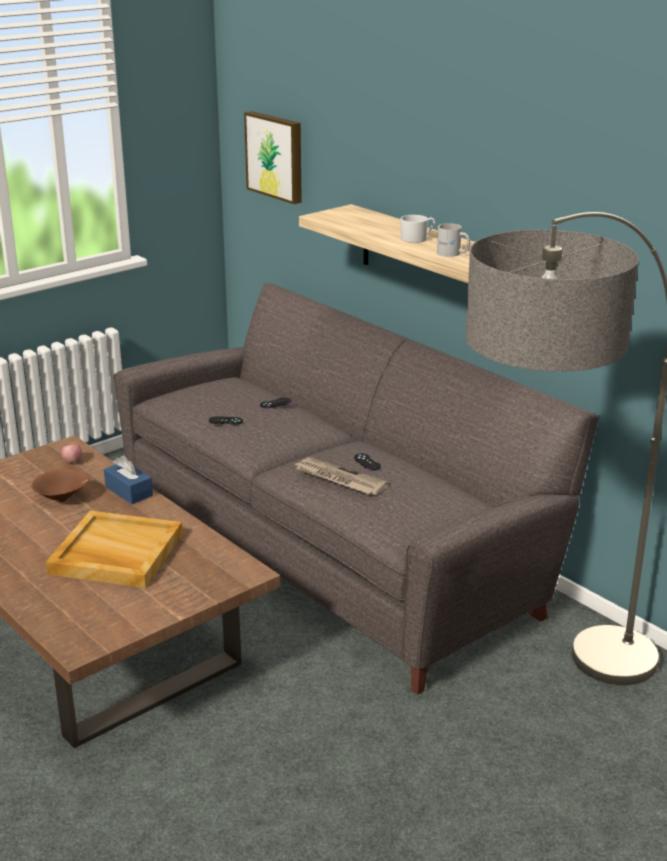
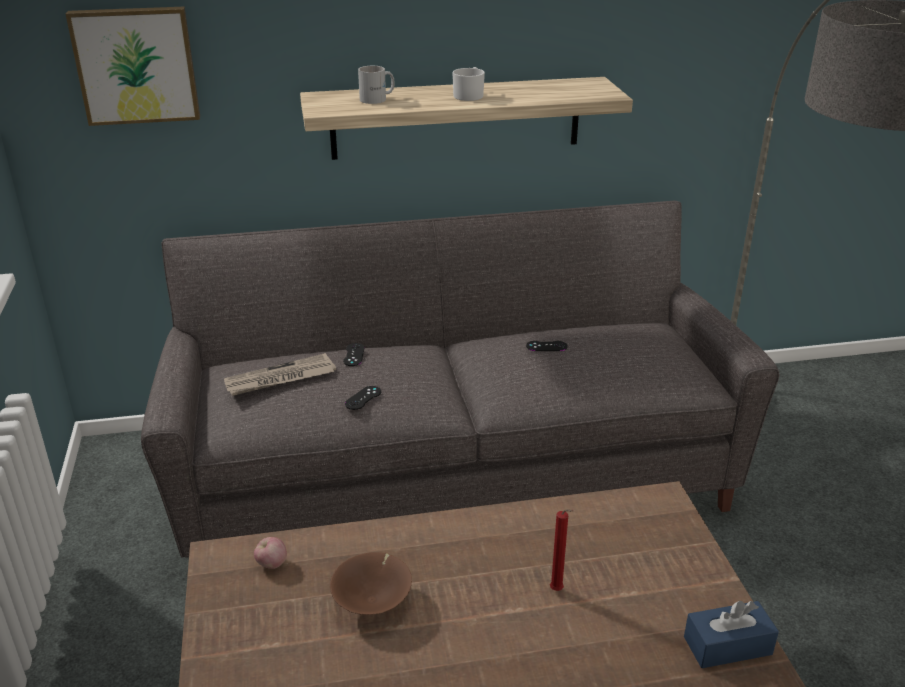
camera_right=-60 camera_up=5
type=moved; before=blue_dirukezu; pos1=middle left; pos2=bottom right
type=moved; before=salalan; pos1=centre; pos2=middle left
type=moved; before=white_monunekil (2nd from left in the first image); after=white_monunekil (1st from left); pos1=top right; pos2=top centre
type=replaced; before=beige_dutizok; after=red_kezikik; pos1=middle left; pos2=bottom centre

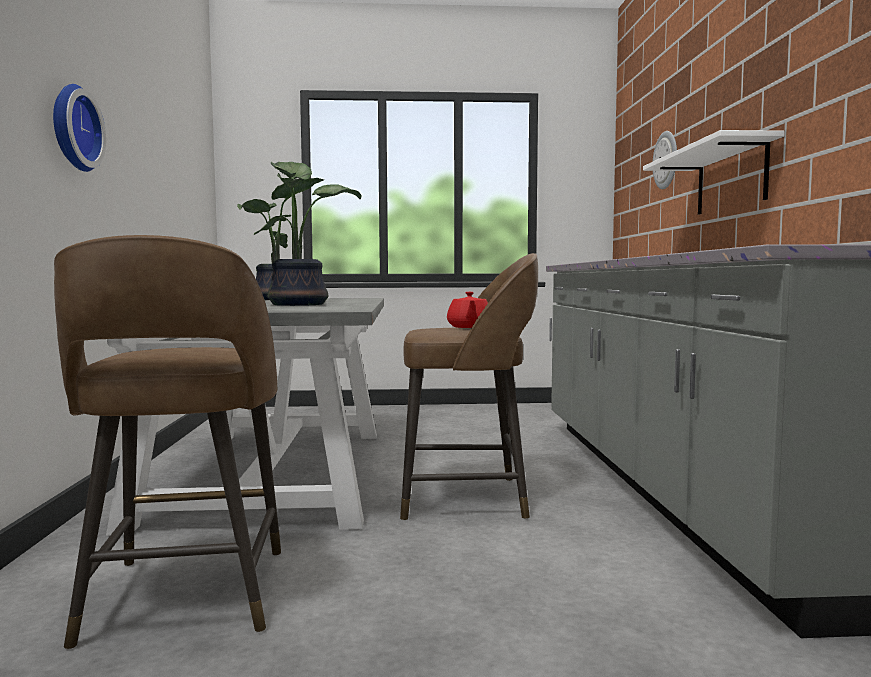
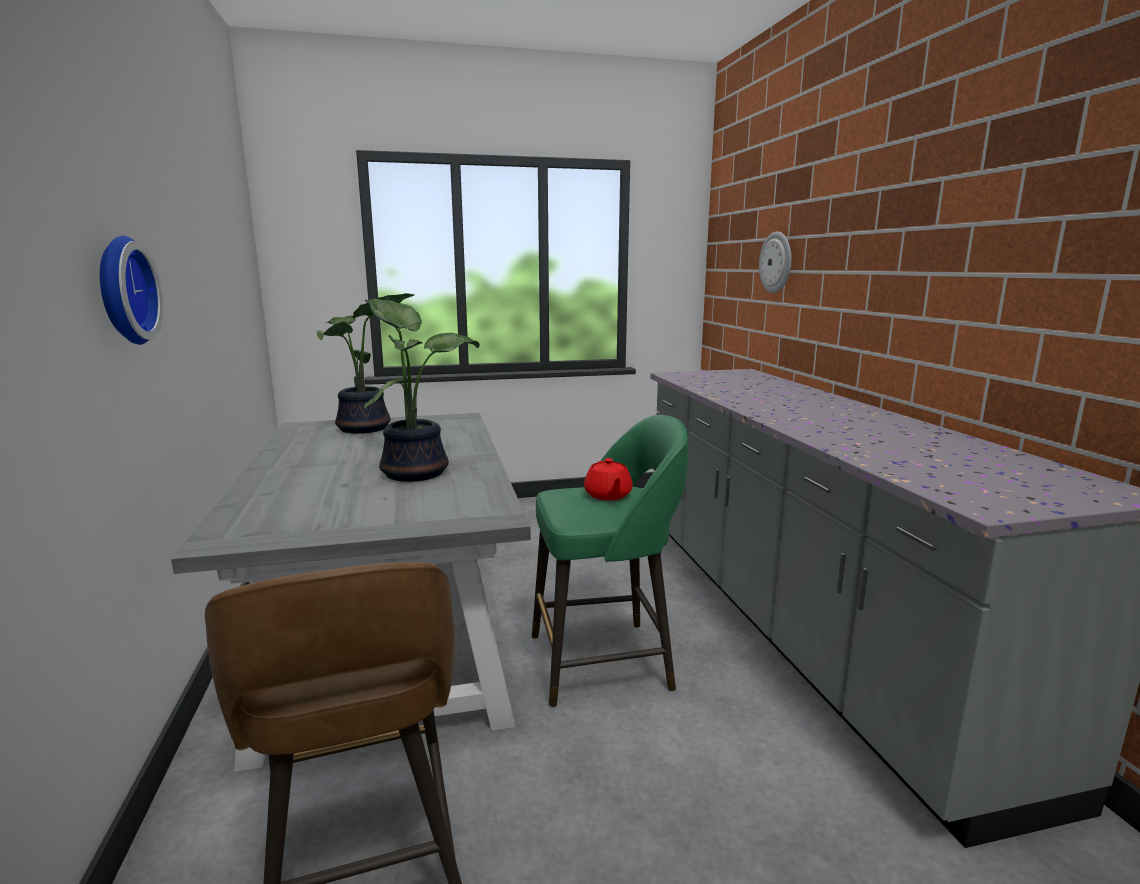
camera_right=-10 camera_up=10
type=removed; before=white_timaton; pos1=top right
type=recoloured; before=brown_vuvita (2nd from left); after=green_vuvita; pos1=centre; pos2=centre

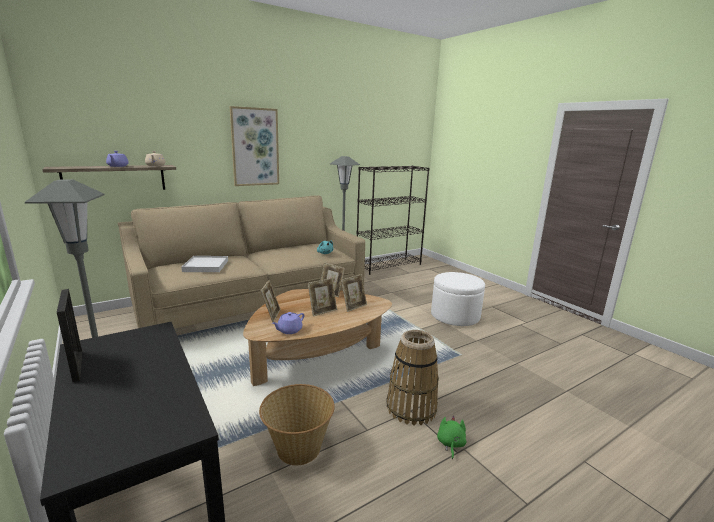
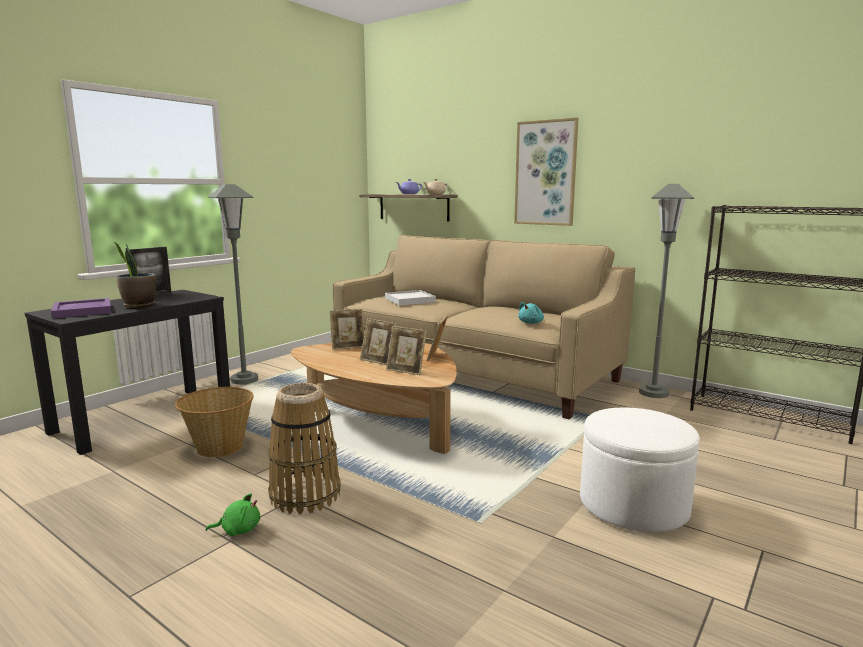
camera_right=70 camera_up=-5
type=removed; before=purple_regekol (2nd from left); pos1=centre
type=added; after=purple_dutizok; pos2=middle left
type=added; after=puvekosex; pos2=middle left

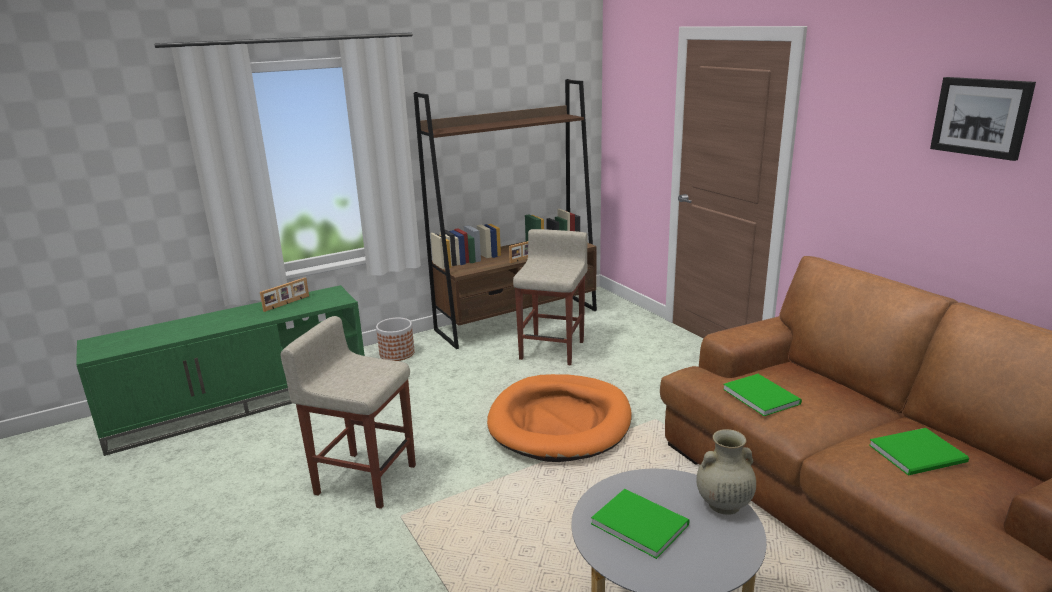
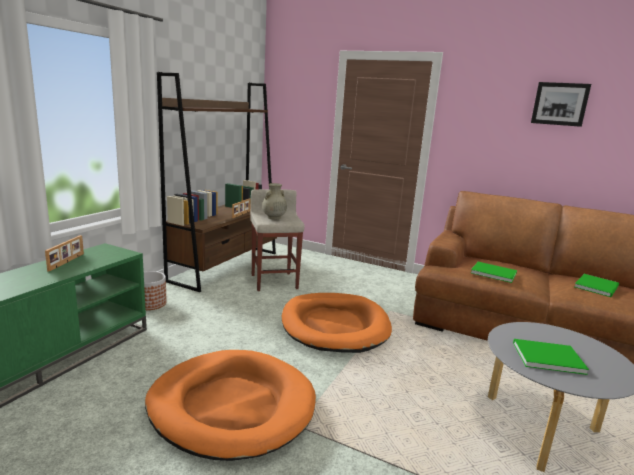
camera_right=-35 camera_up=-5
type=moved; before=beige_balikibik; pos1=bottom right; pos2=centre
type=replaced; before=beige_vuvita (1st from left); after=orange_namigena (1st from left); pos1=bottom left; pos2=bottom centre

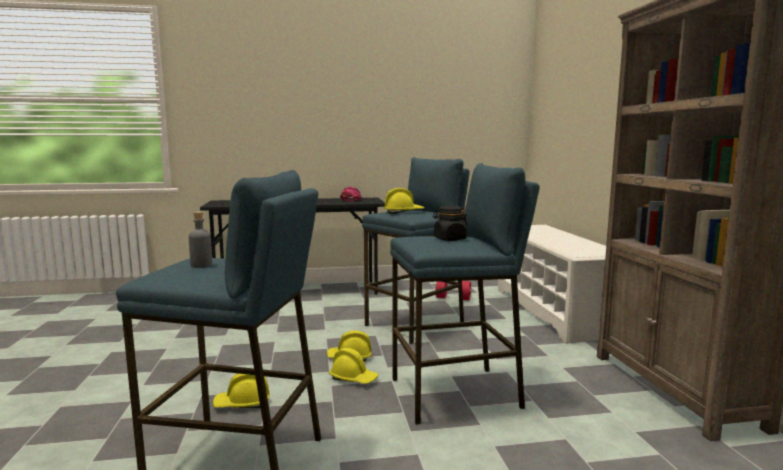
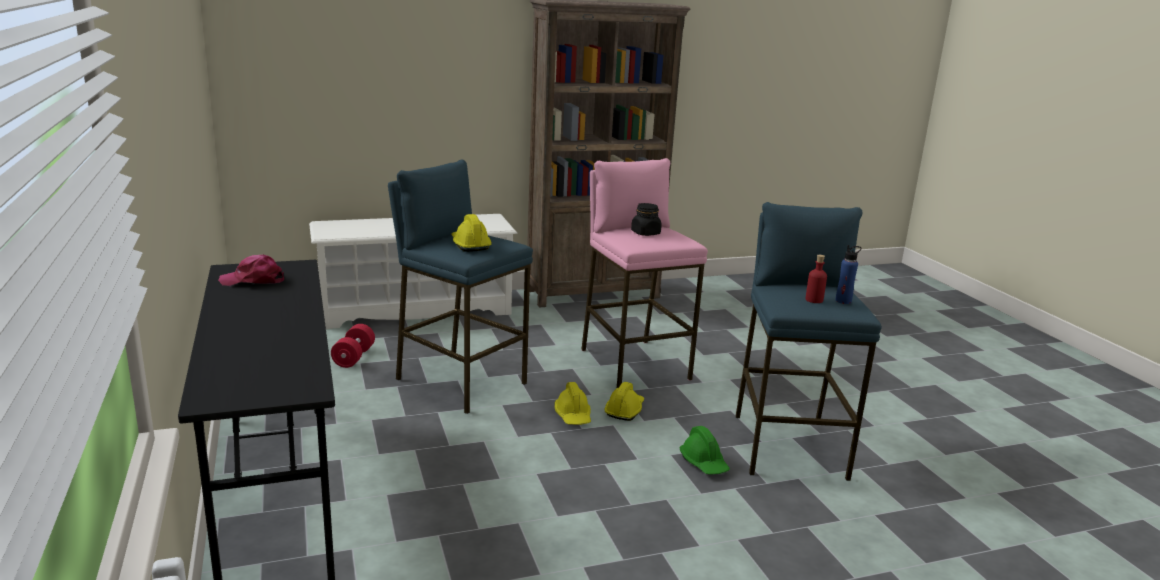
camera_right=-100 camera_up=10
type=added; after=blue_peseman; pos2=middle right
type=recoloured; before=grey_peseman; after=red_peseman; pos1=middle left; pos2=middle right
type=recoloured; before=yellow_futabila (1st from left); after=green_futabila; pos1=bottom left; pos2=bottom centre
type=recoloured; before=blue_vuvita (3rd from left); after=pink_vuvita; pos1=centre; pos2=centre

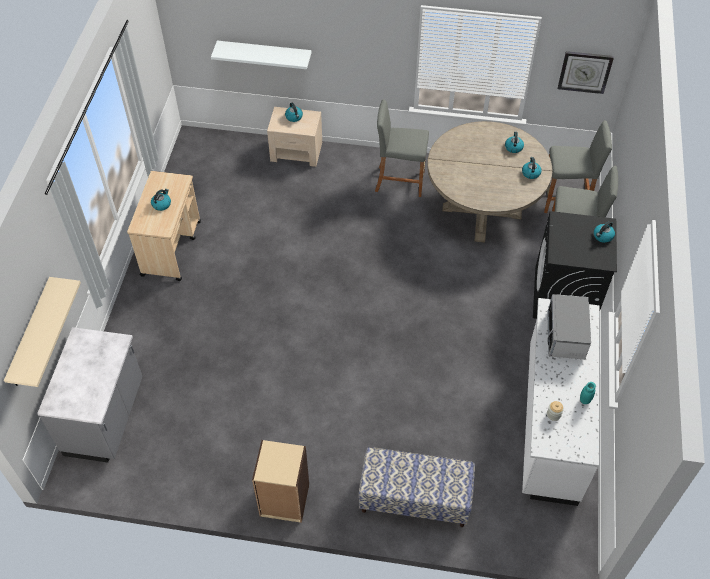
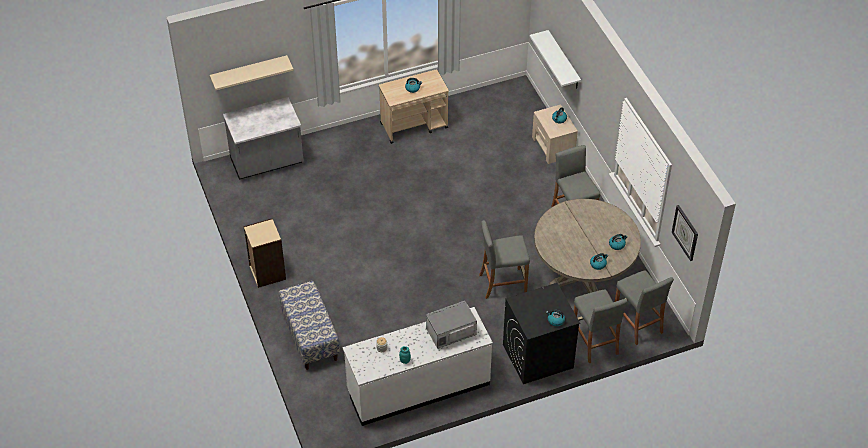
camera_right=60 camera_up=-5
type=added; after=grey_vuvita (1st from left); pos2=centre

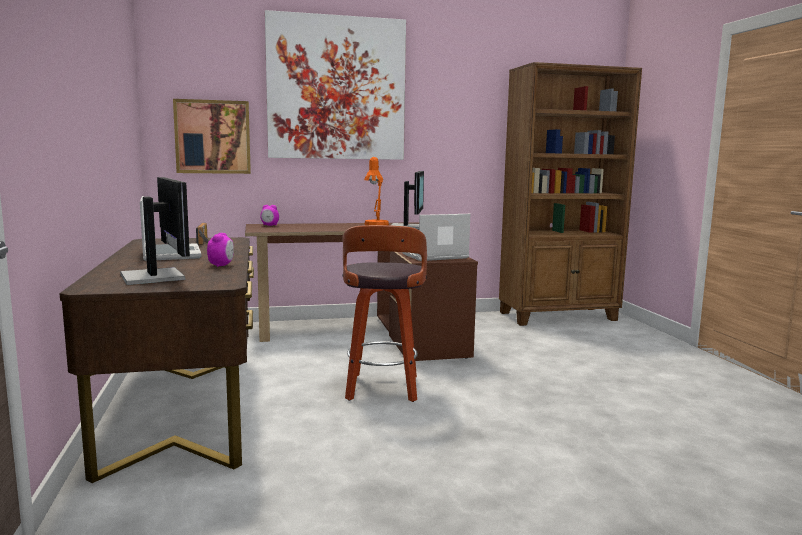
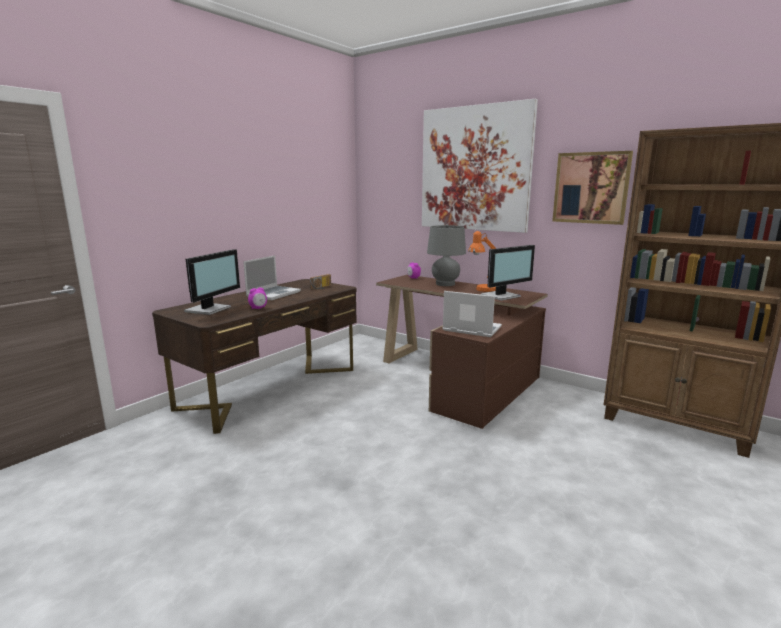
camera_right=50 camera_up=5
type=removed; before=vuvita; pos1=centre
type=added; after=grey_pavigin; pos2=centre
type=moved; before=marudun (1st from left in the first image); after=marudun (2nd from left); pos1=top left; pos2=top right

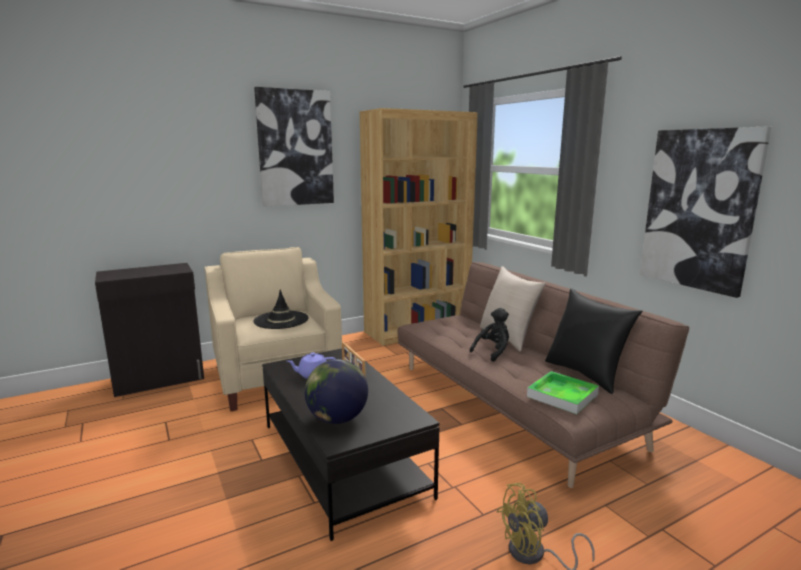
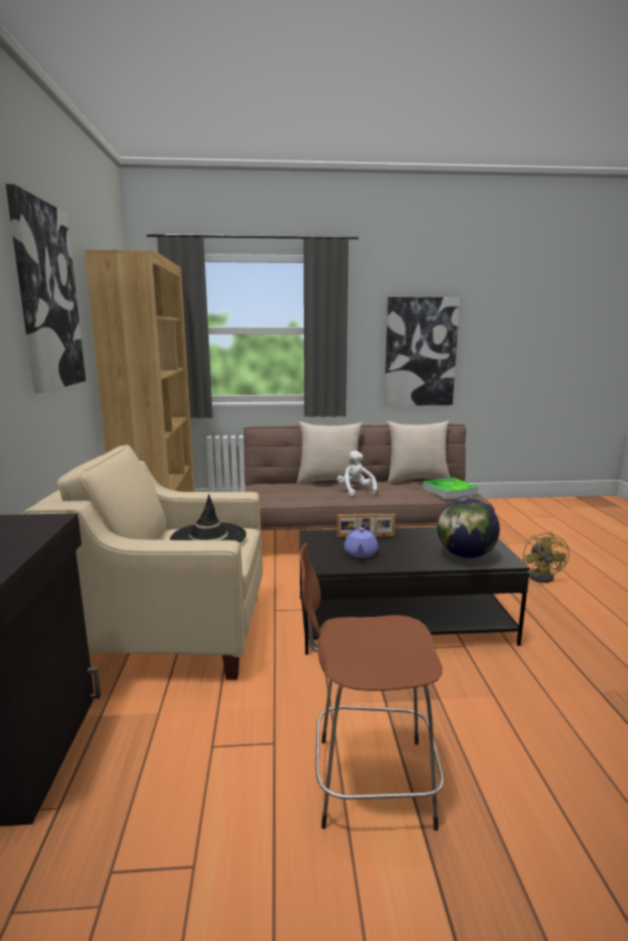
camera_right=-65 camera_up=0
type=added; after=brown_vuvita; pos2=bottom centre
type=recoloured; before=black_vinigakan; after=white_vinigakan; pos1=centre; pos2=centre
type=recoloured; before=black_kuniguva; after=beige_kuniguva (2nd from left); pos1=middle right; pos2=centre

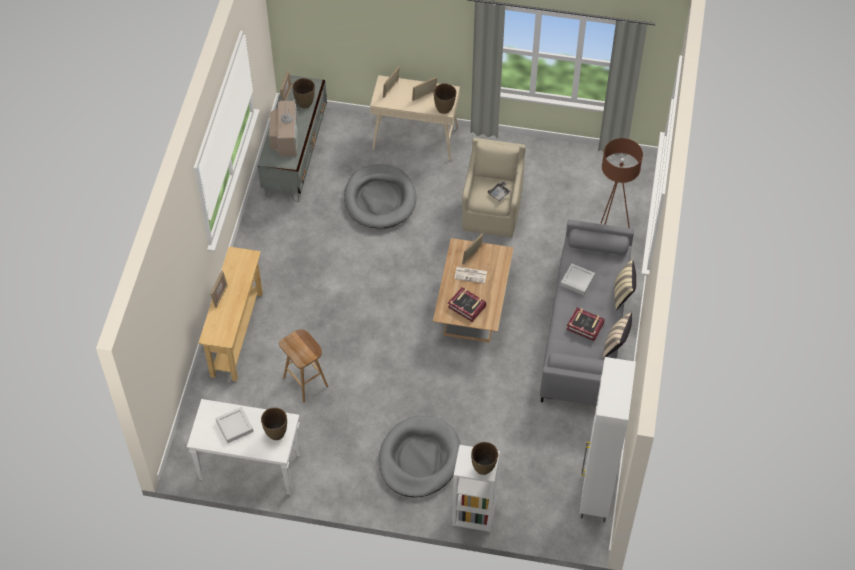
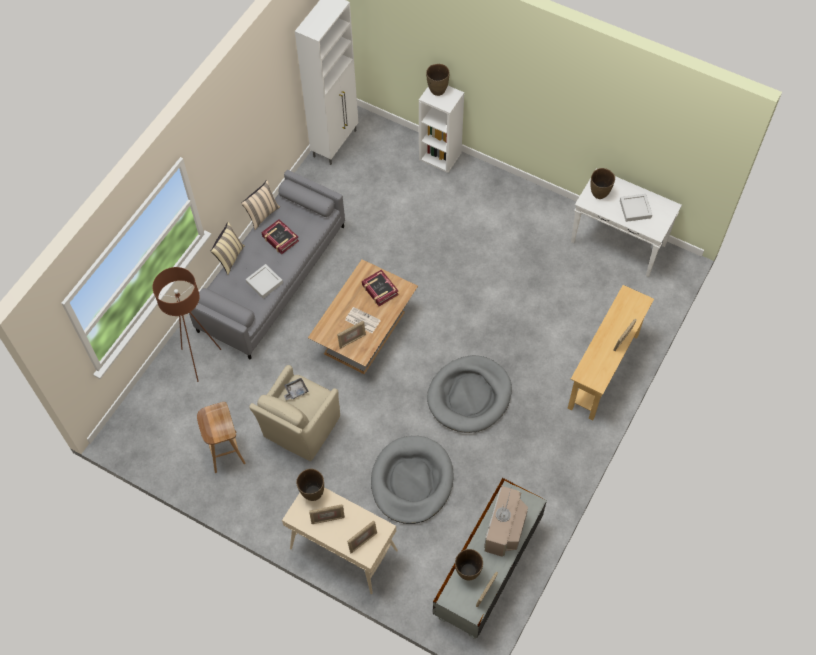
camera_right=-160 camera_up=5
type=moved; before=brown_vuvita; pos1=centre; pos2=bottom left
type=moved; before=grey_namigena (2nd from left); pos1=bottom centre; pos2=centre

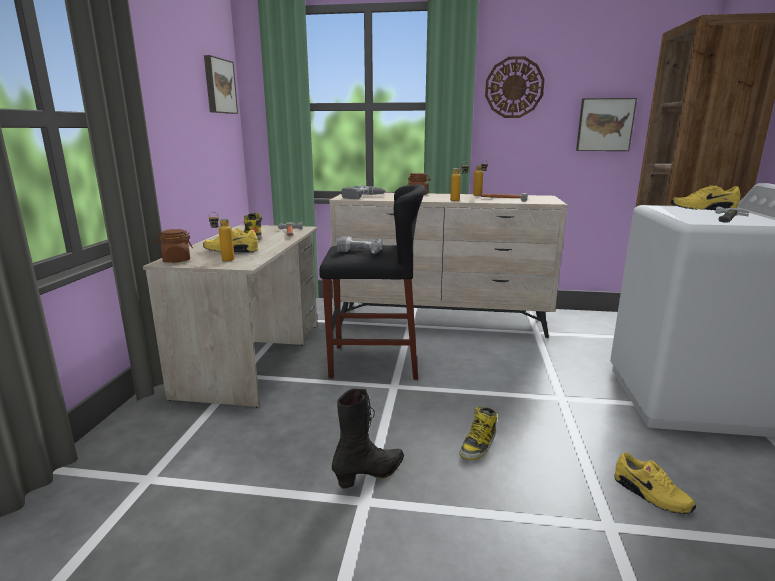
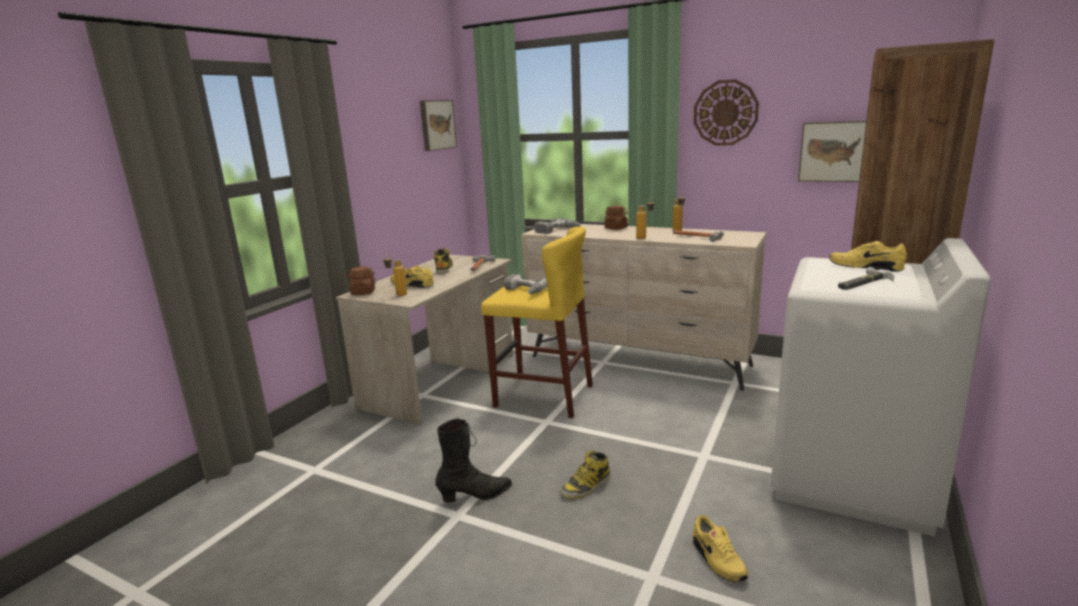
camera_right=20 camera_up=0
type=recoloured; before=black_vuvita; after=yellow_vuvita; pos1=centre; pos2=centre

